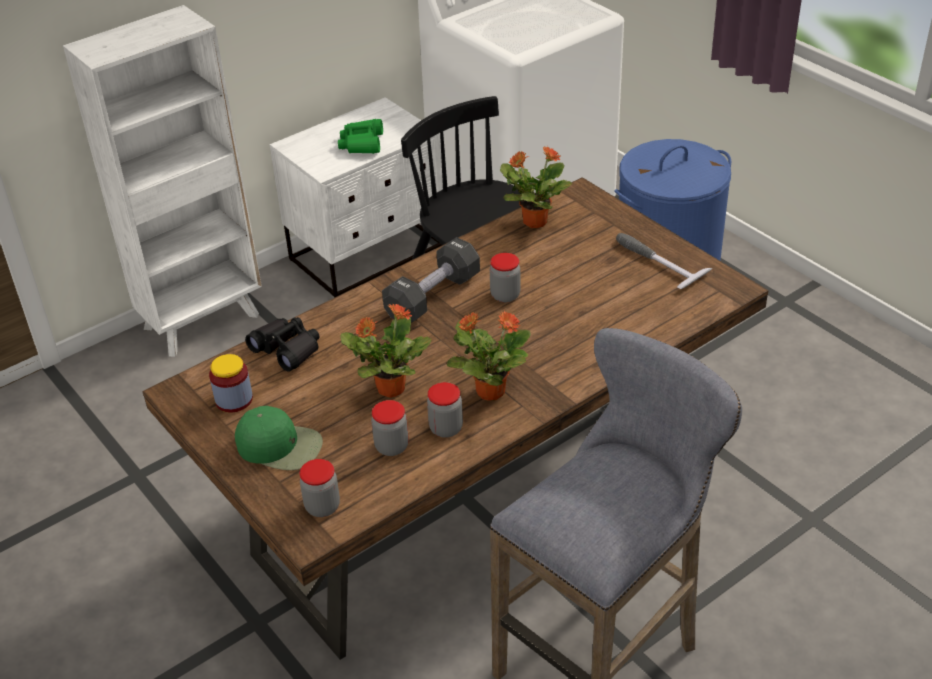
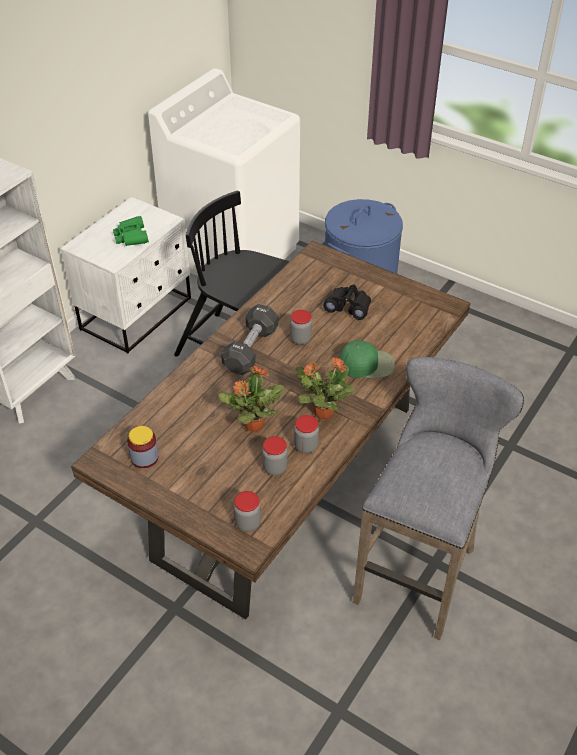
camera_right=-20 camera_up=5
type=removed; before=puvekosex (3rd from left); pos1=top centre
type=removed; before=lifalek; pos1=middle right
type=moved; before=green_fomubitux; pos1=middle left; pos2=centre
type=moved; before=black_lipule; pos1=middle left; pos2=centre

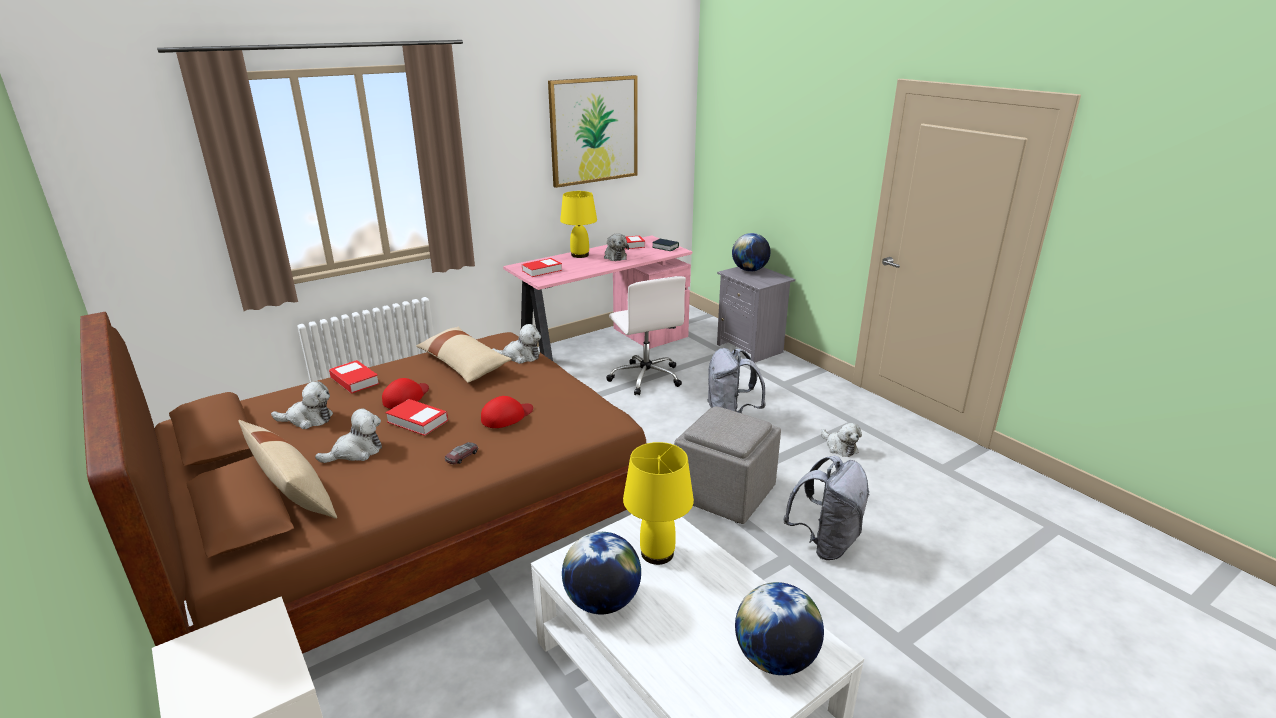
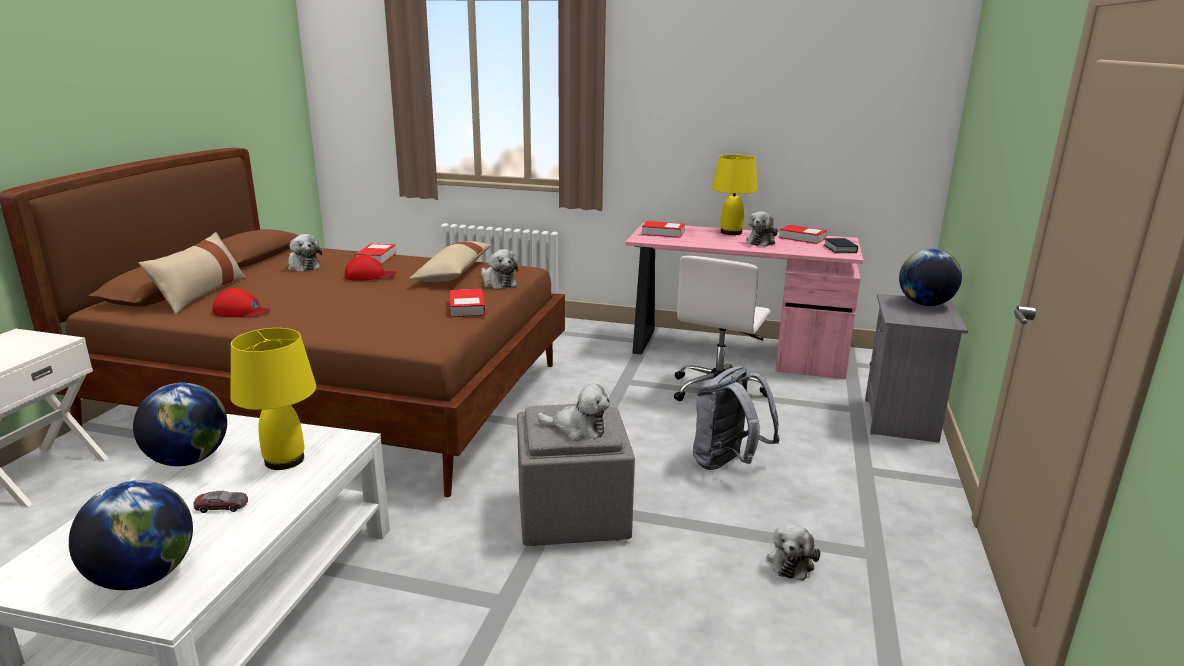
camera_right=50 camera_up=-5
type=removed; before=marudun; pos1=top centre
type=removed; before=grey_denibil (2nd from left); pos1=bottom centre
type=moved; before=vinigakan (2nd from left in the first image); after=vinigakan (3rd from left); pos1=middle left; pos2=centre
type=moved; before=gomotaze (2nd from left); pos1=middle left; pos2=centre
type=moved; before=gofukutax; pos1=centre; pos2=bottom left
type=moved; before=red_fomubitux (2nd from left in the first image); after=red_fomubitux (1st from left); pos1=centre; pos2=middle left

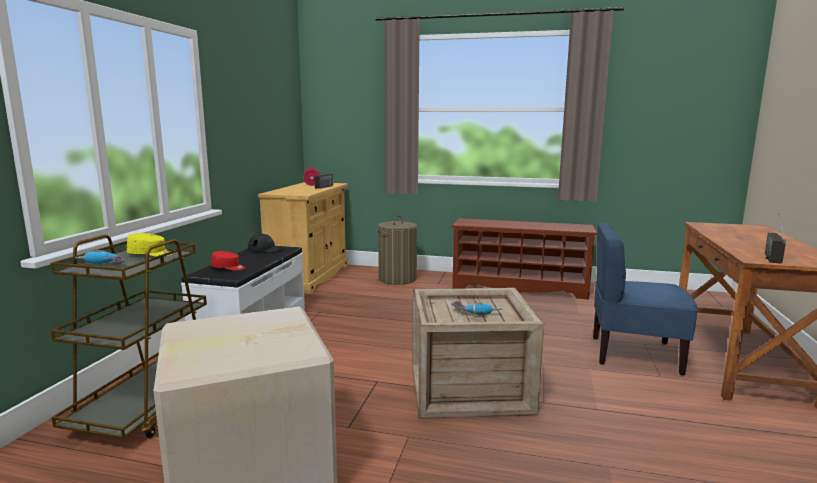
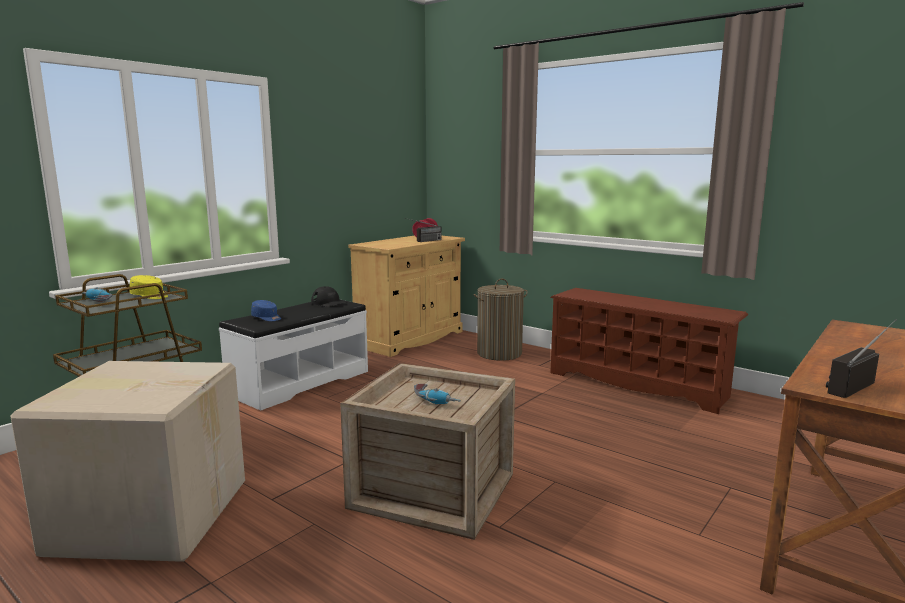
camera_right=25 camera_up=0
type=removed; before=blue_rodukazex; pos1=middle right
type=recoloured; before=red_fomubitux; after=blue_fomubitux; pos1=middle left; pos2=middle left

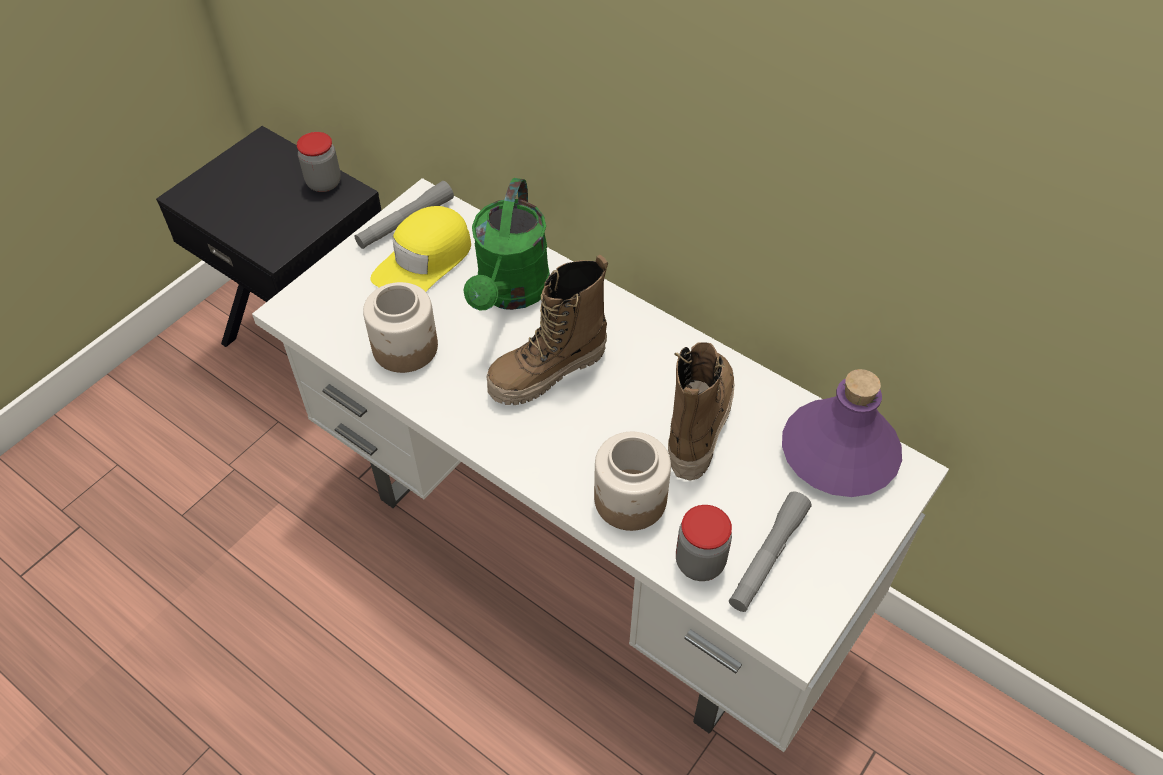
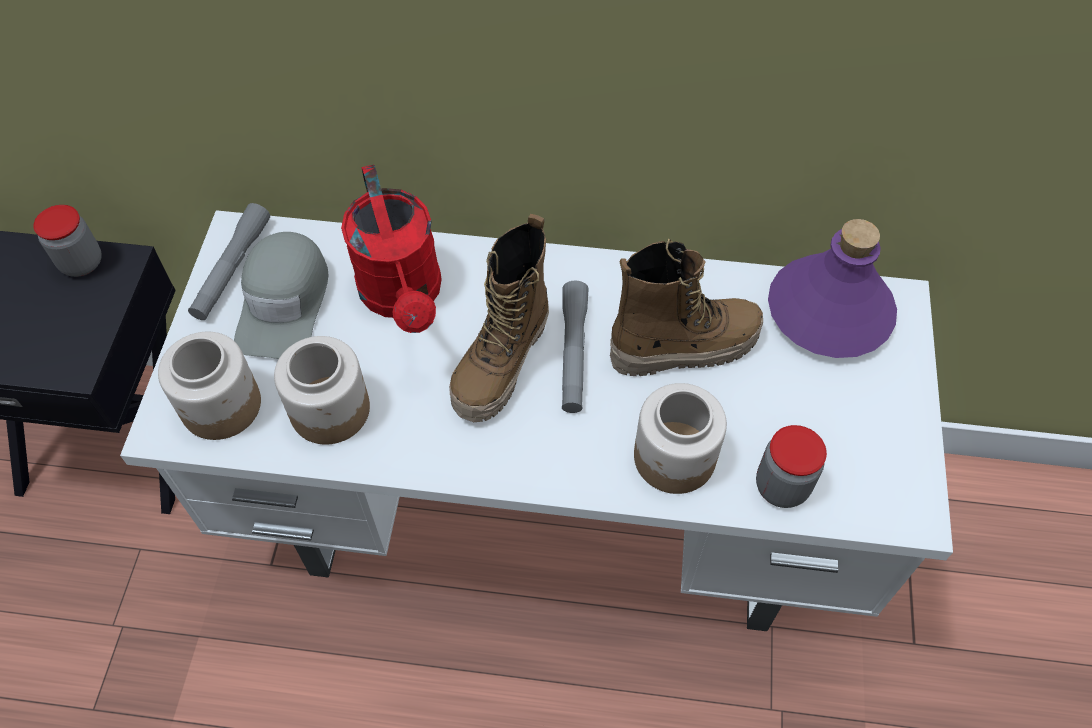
camera_right=-30 camera_up=5
type=added; after=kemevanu (2nd from left); pos2=middle left
type=moved; before=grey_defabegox (2nd from left); pos1=bottom centre; pos2=centre
type=recoloured; before=yellow_fomubitux; after=grey_fomubitux; pos1=top centre; pos2=middle left
type=recoloured; before=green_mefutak; after=red_mefutak; pos1=top centre; pos2=centre
type=turned; before=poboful (2nd from left); pos1=centre; pos2=centre; turn=90

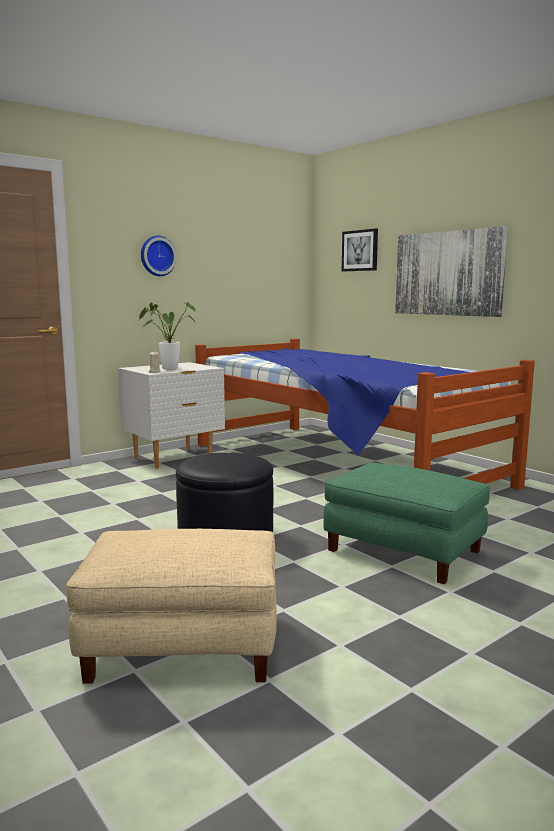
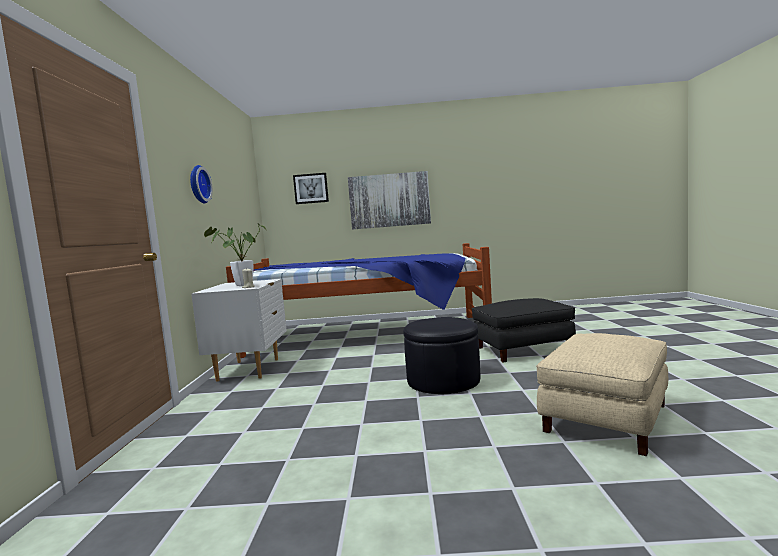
camera_right=-50 camera_up=-5
type=recoloured; before=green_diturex; after=black_diturex (2nd from left); pos1=middle right; pos2=middle right

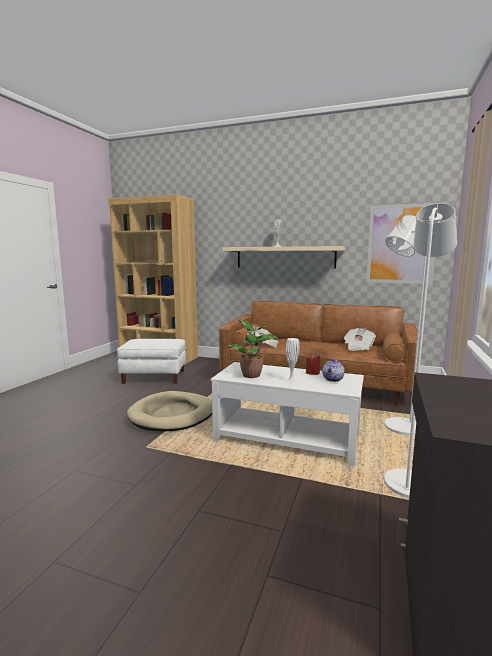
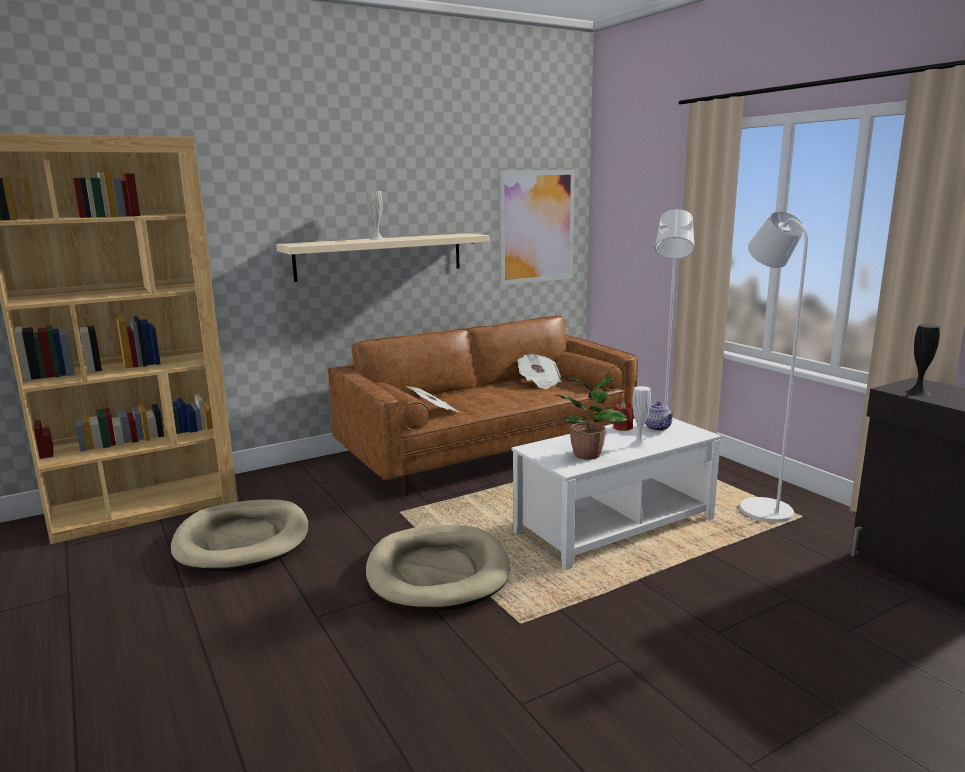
camera_right=-50 camera_up=5
type=added; after=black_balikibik; pos2=middle right
type=replaced; before=white_diturex; after=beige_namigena (1st from left); pos1=middle left; pos2=bottom left

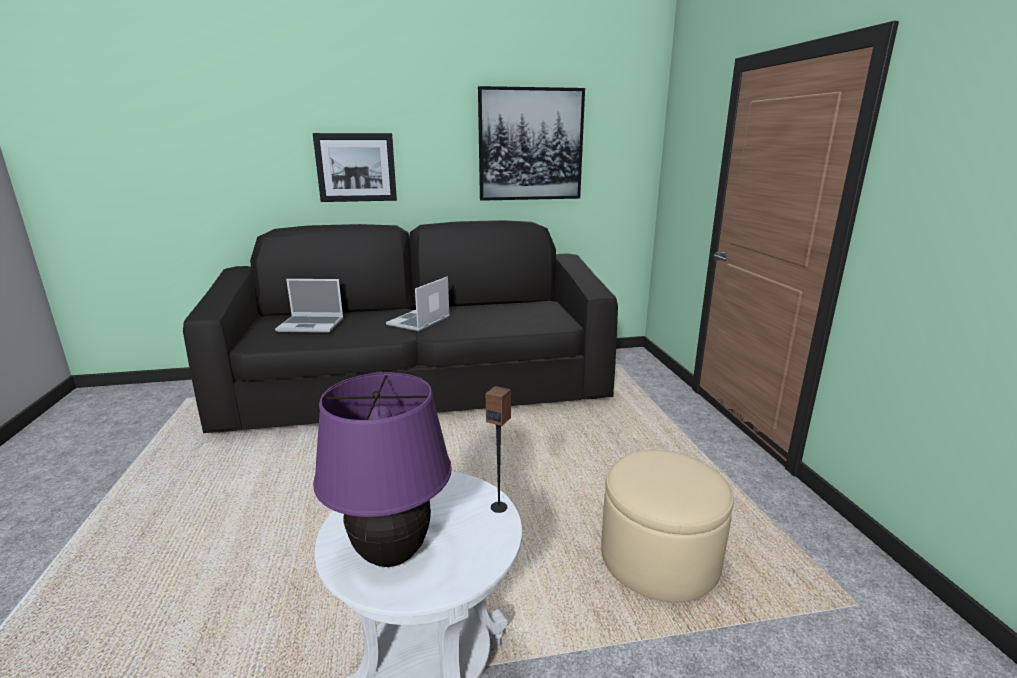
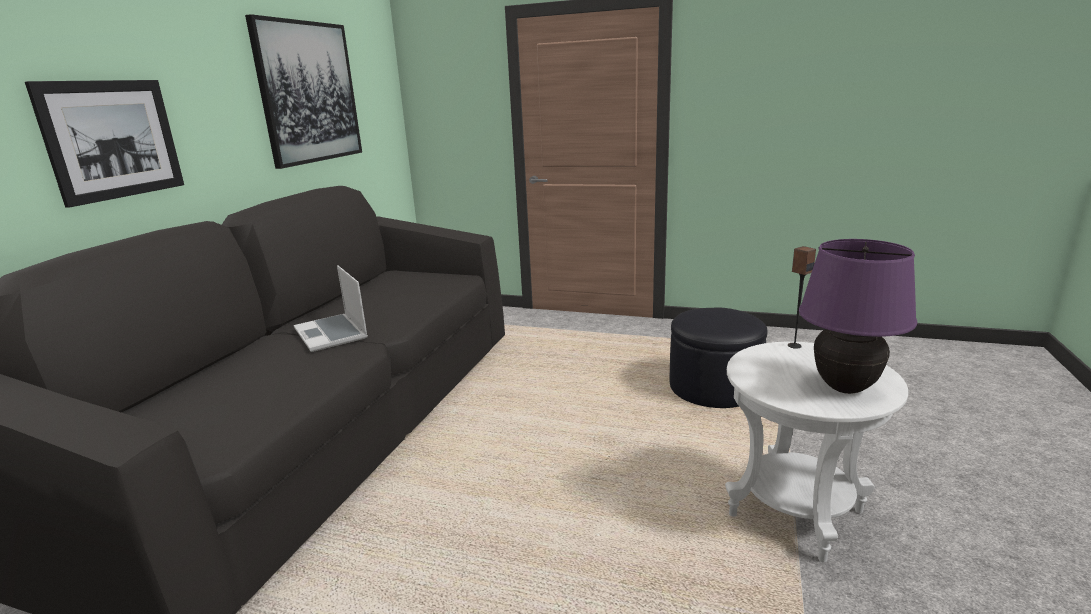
camera_right=-60 camera_up=0
type=removed; before=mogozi (1st from left); pos1=middle left
type=recoloured; before=beige_diturex; after=black_diturex; pos1=bottom centre; pos2=centre

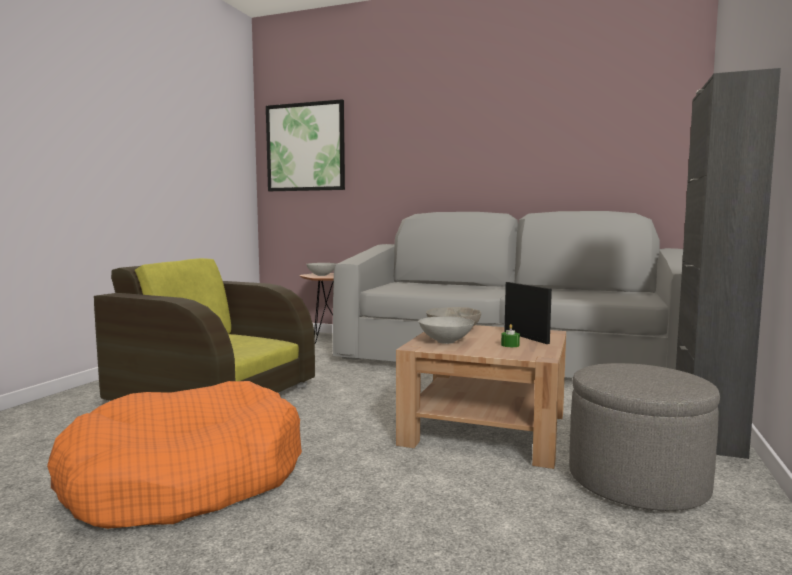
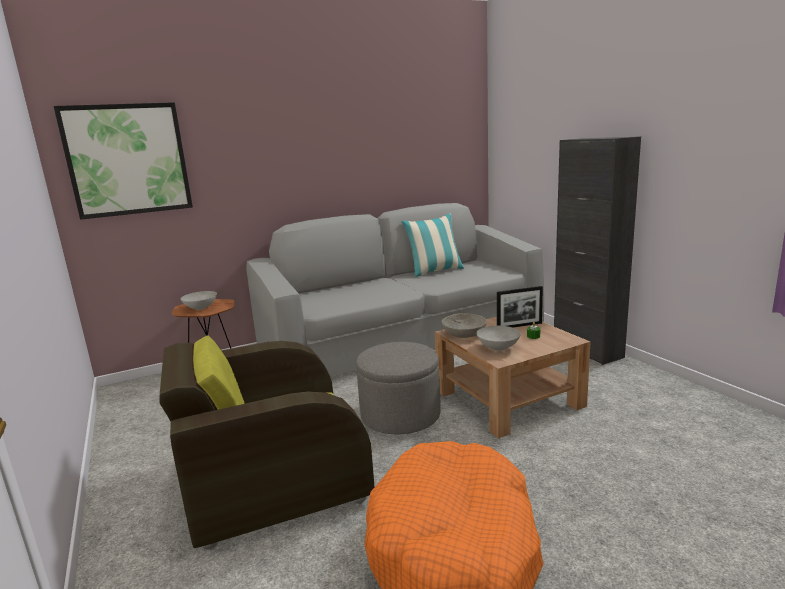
camera_right=-45 camera_up=10
type=added; after=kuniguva; pos2=centre
type=moved; before=grey_diturex; pos1=bottom right; pos2=centre
type=turned; before=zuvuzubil; pos1=middle right; pos2=centre; turn=150

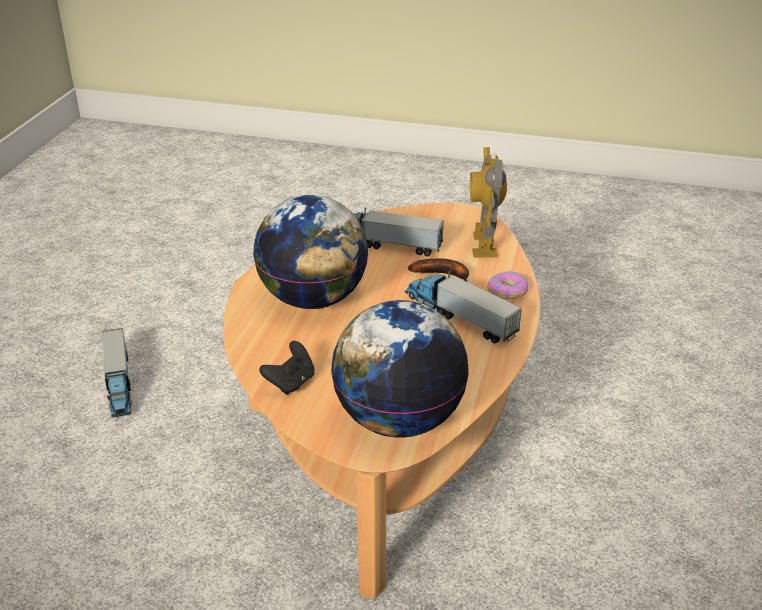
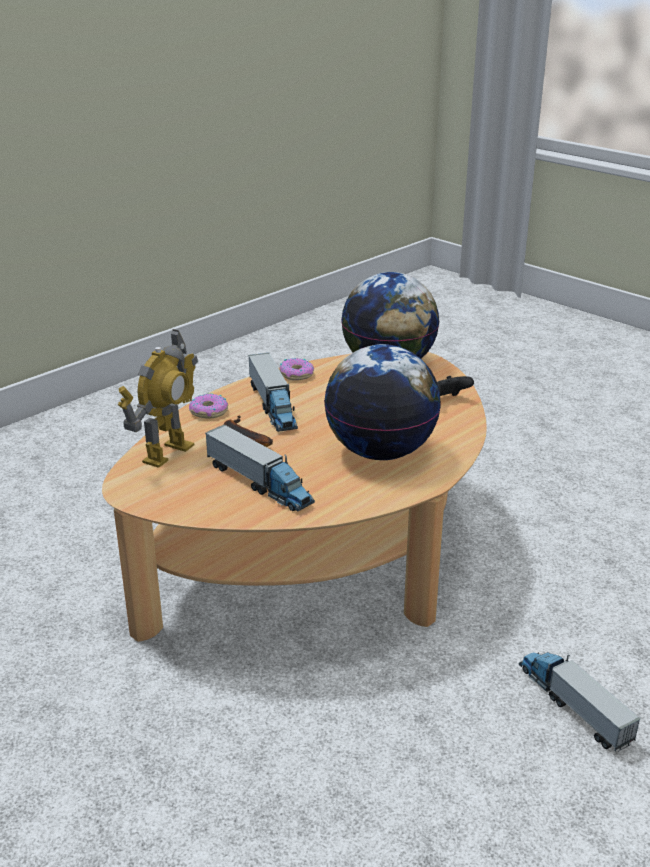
camera_right=-150 camera_up=-5
type=added; after=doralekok (2nd from left); pos2=centre
type=turned; before=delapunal (1st from left in the first image); pos1=middle left; pos2=bottom right; turn=-45

